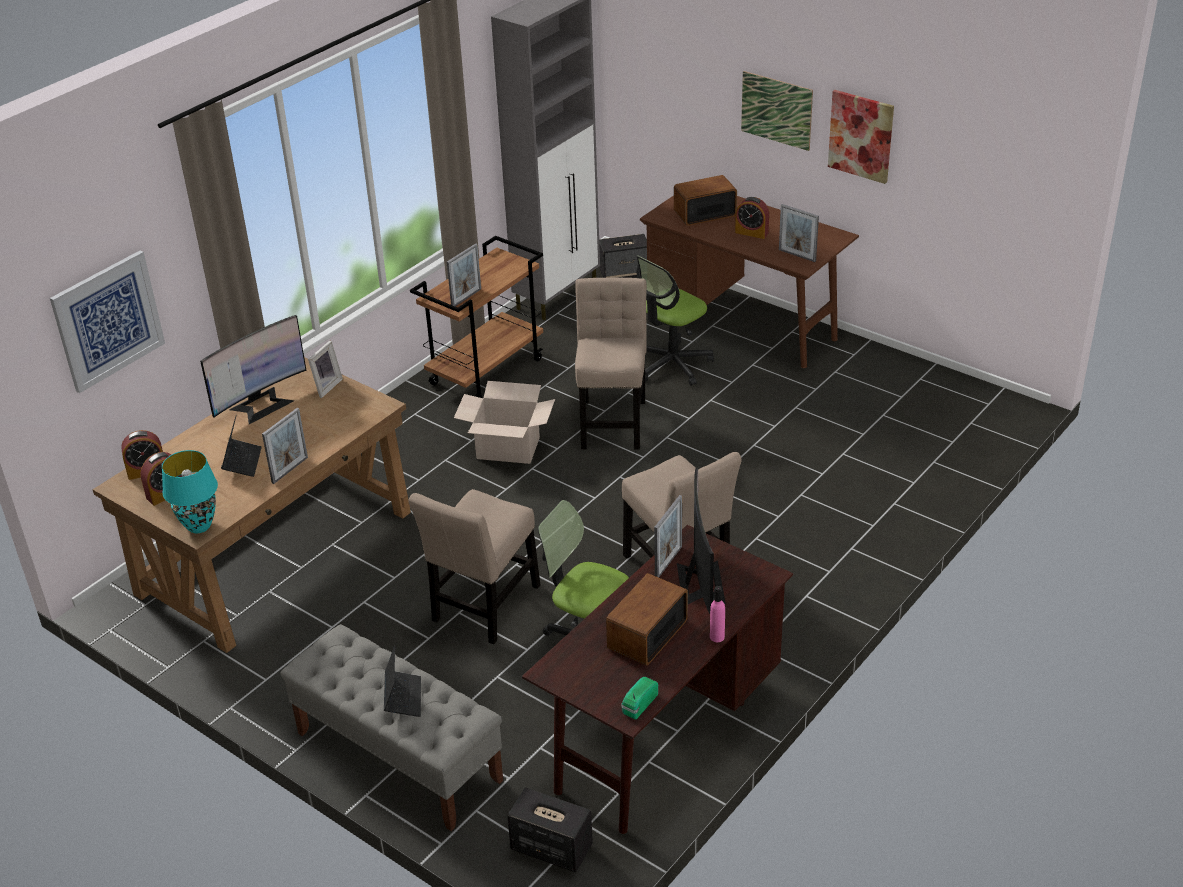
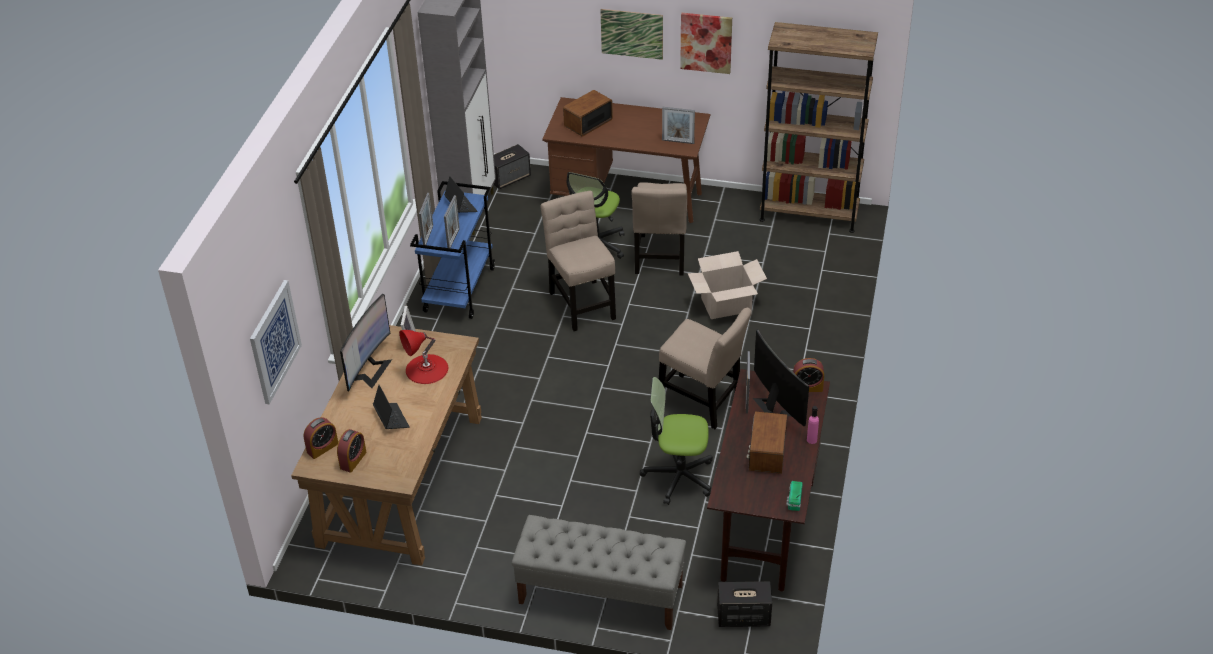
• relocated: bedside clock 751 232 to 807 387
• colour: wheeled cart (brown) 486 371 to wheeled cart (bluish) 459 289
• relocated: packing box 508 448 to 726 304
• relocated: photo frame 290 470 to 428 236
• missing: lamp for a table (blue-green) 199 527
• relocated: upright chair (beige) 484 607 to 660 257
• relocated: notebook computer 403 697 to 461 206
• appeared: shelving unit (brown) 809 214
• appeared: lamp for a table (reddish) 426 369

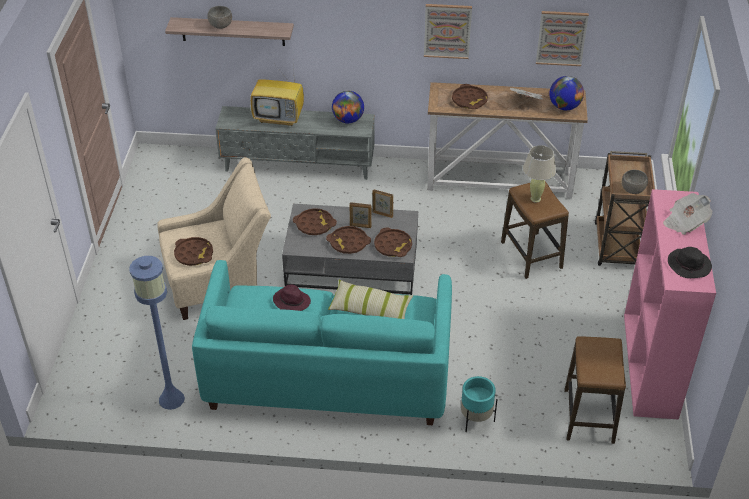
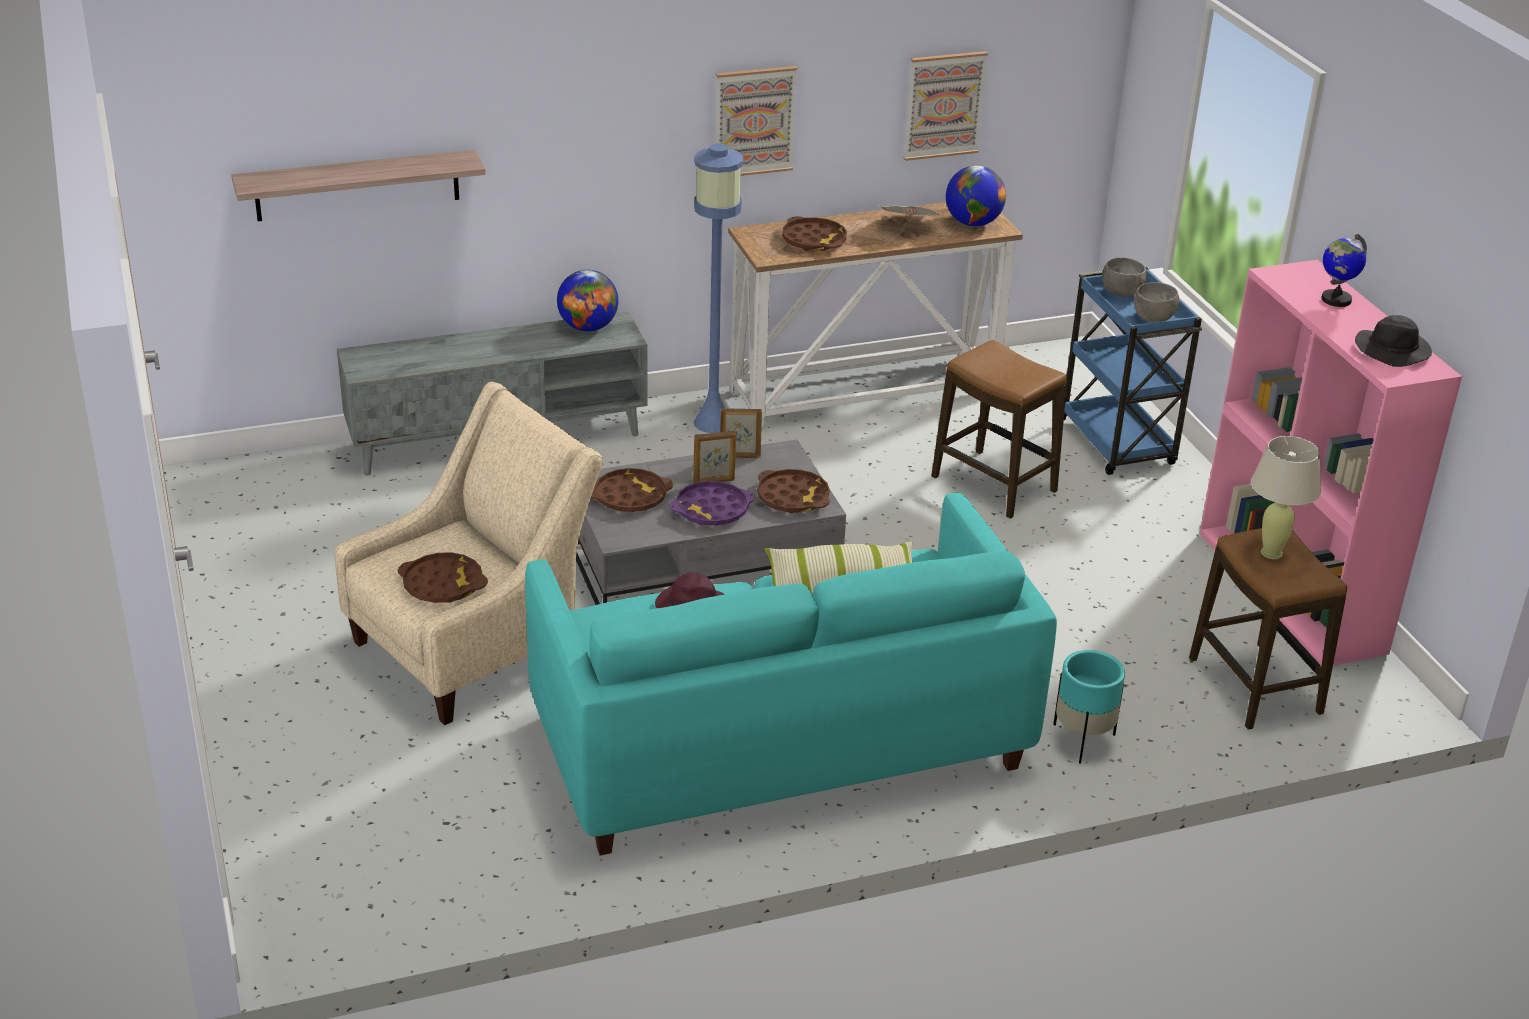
• relocated: bowl (greyish) 220 26 to 1122 293
• missing: TV set 280 118
• relocated: lamp for a table (beige) 535 199 to 1271 552
• colour: wheeled cart (brown) 617 247 to wheeled cart (bluish) 1117 444
• exchanged: newspaper 685 222 to desk globe 1335 300
• colour: carrying tray (brown) 348 243 to carrying tray (purple-coloured) 712 510
• relocated: standard lamp (bluish) 171 399 to 712 423

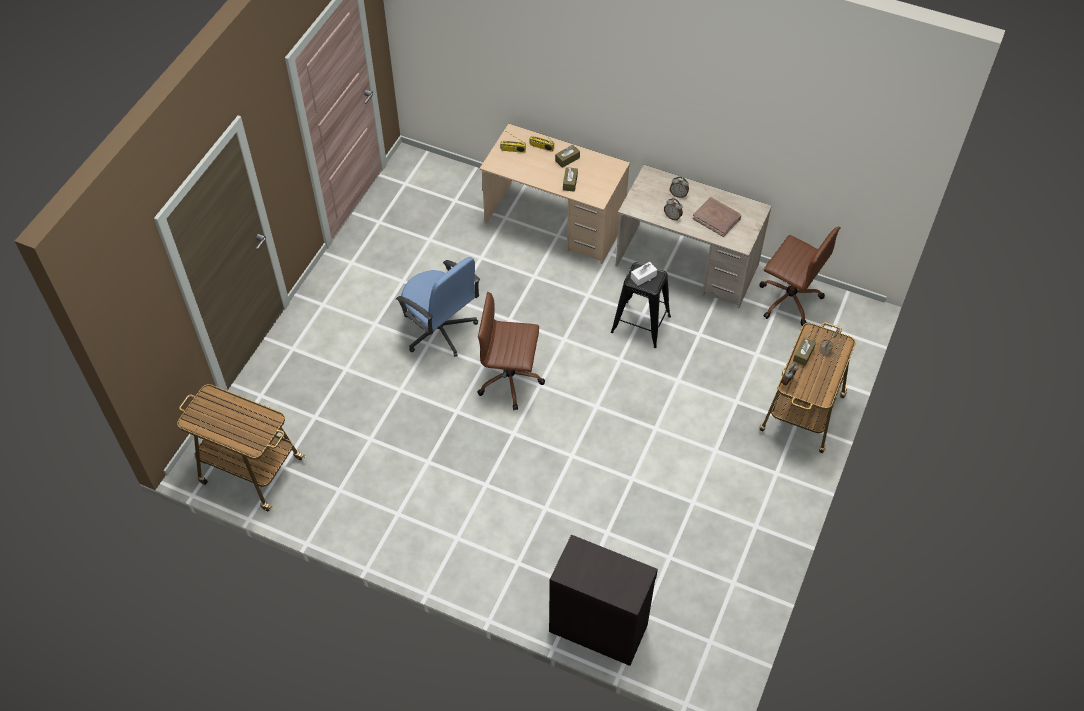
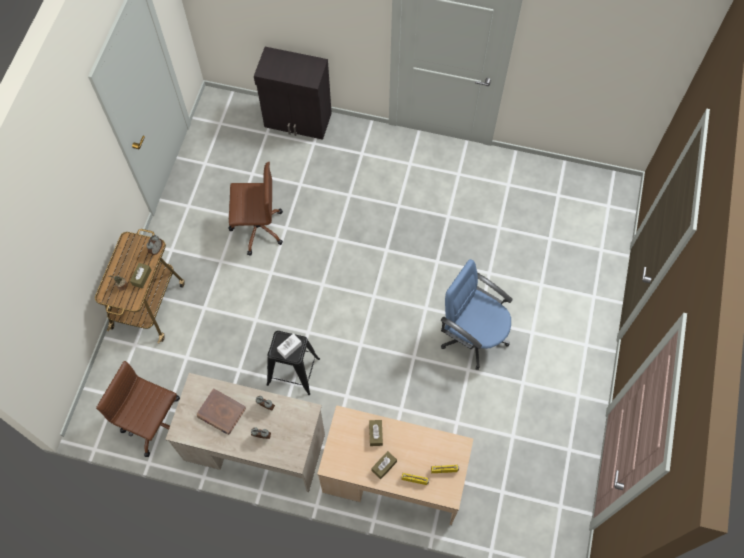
• relocated: desk chair (brown) 511 380 to 257 228
• missing: wheeled cart 249 469

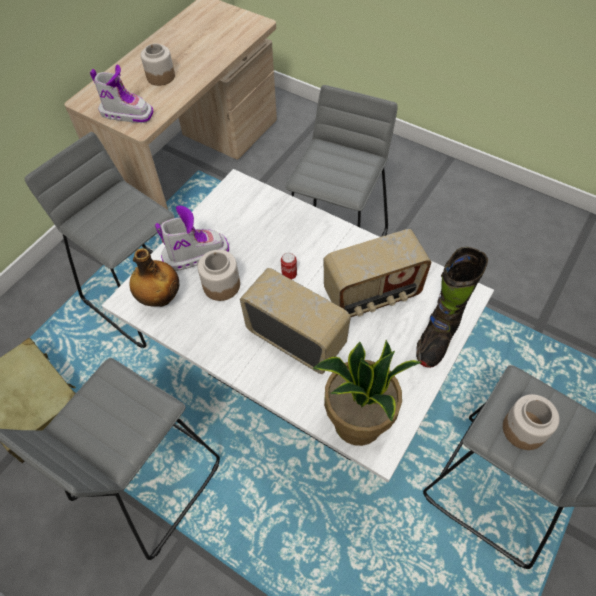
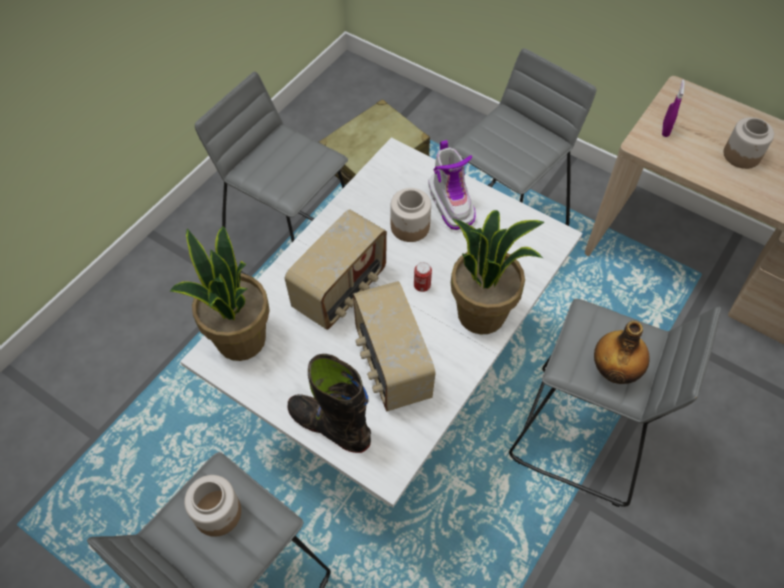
• exchanged: high-top boot 127 113 to spray bottle (purple-coloured) 665 130
• relocated: drink bottle 160 297 to 614 371
• appeared: potted plant 482 313

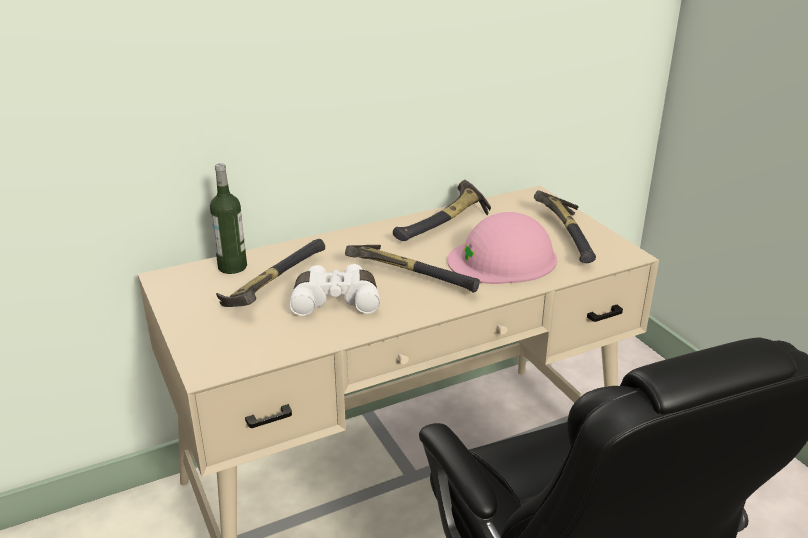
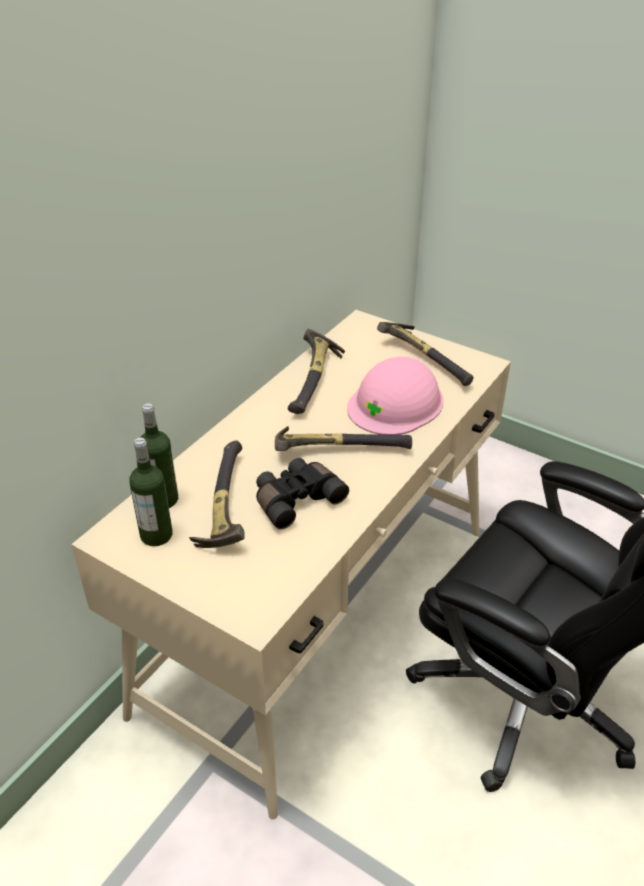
• colour: pair of binoculars (whitish) 336 300 to pair of binoculars (black) 296 499
• appeared: drink bottle 156 535

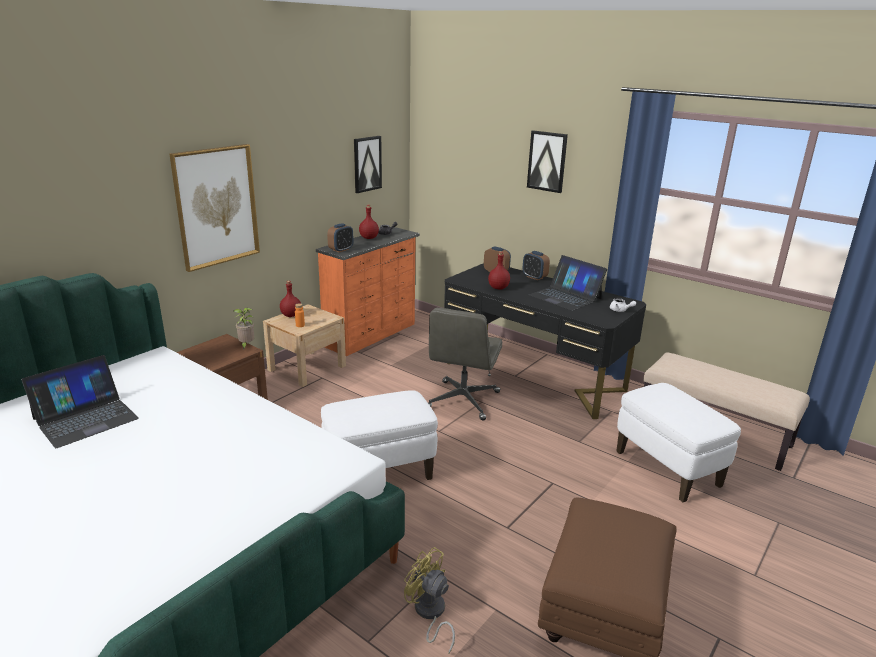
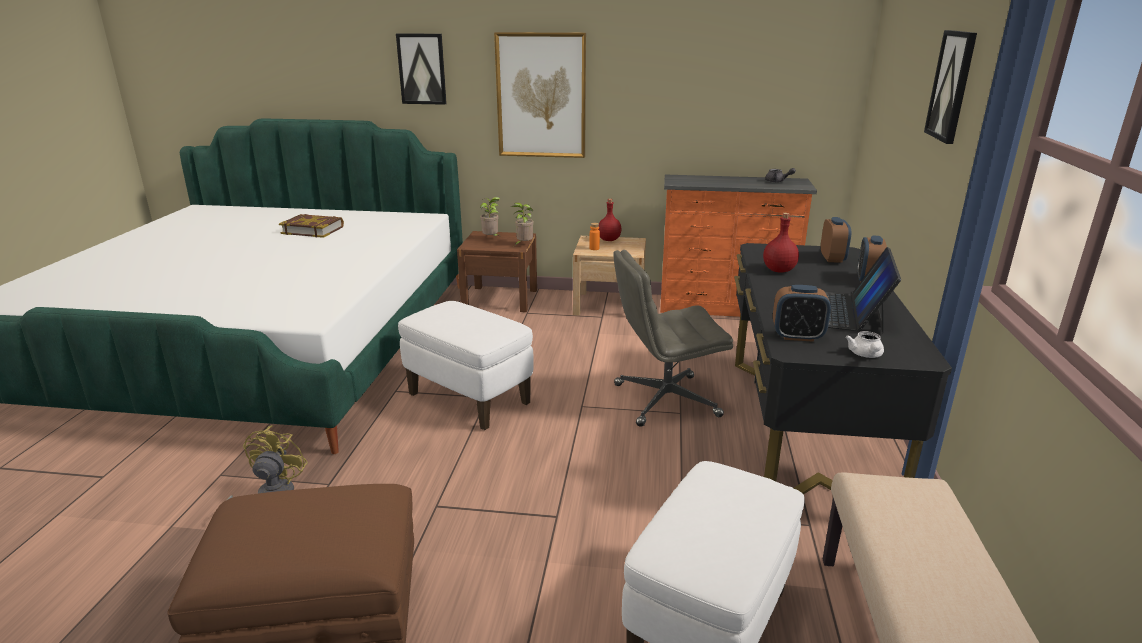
• relocated: picture 367 164 to 422 69
• missing: drink bottle (reddish) 369 238
• relocated: bedside clock 341 250 to 797 336
• exchanged: notebook computer 85 418 to bound book 313 230
• appeared: potted plant 491 238

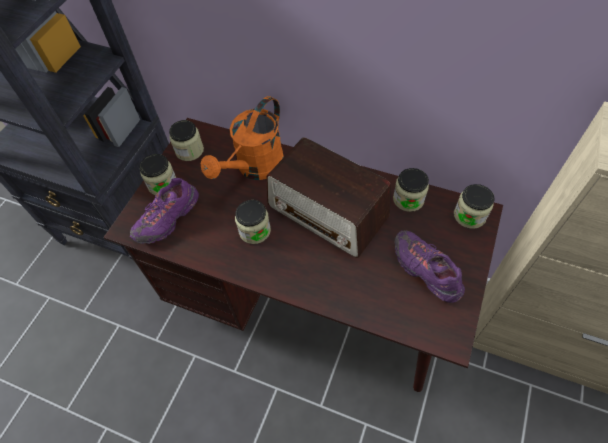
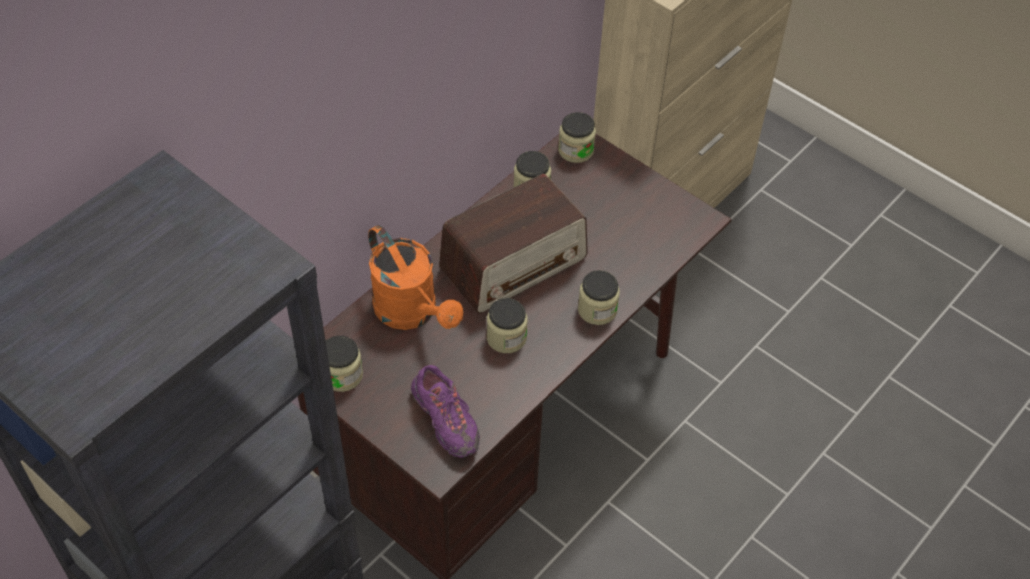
• relocated: storage jar 162 184 to 597 310
• missing: item of footwear (purple-coloured) 425 271

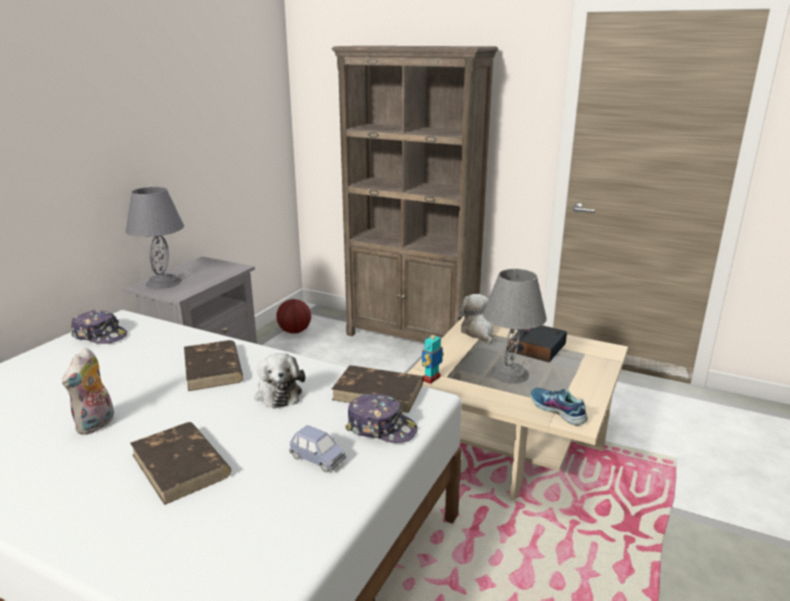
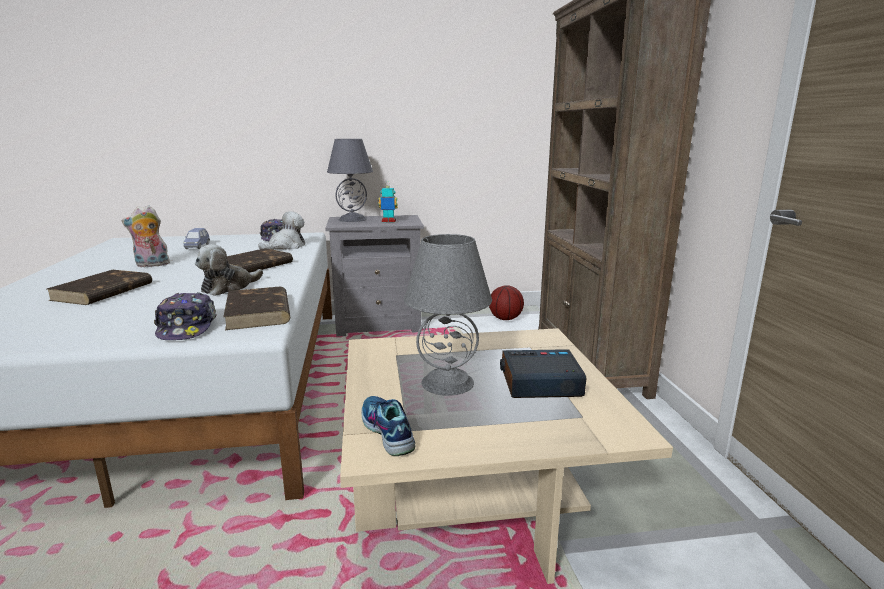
• relocated: cuddly toy 478 332 to 286 246
• relocated: model robot 431 378 to 388 221
• spun: item of footwear 557 411 = 386 432 45 degrees counterclockwise
• relocated: toy car (bluish) 317 459 to 197 246

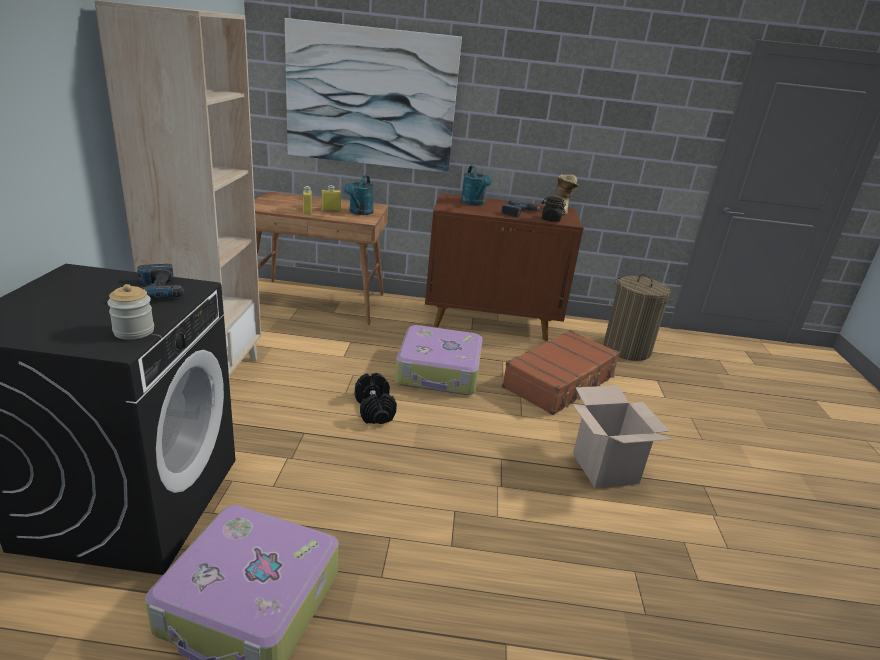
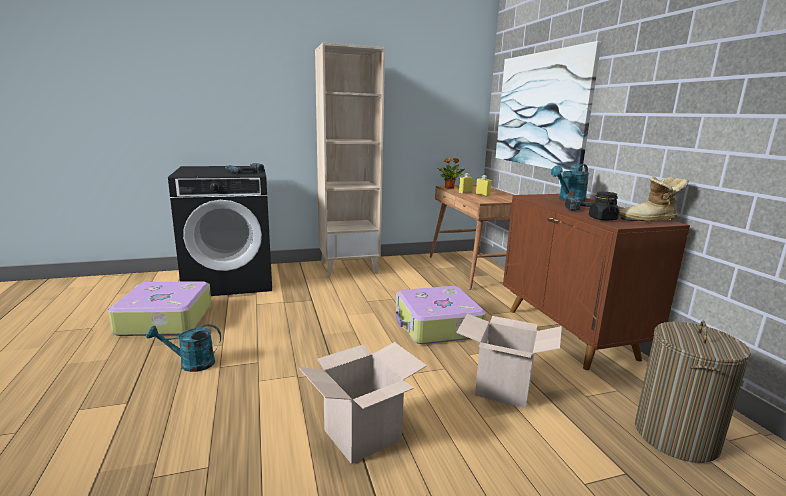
• relocated: watering can (blue-green) 359 212 to 191 364
• missing: storage jar 134 331
• exchanged: travel case (brown) 560 382 to packing box 503 388
• missing: dumbbell (black) 374 409
• appeared: potted plant 449 188

